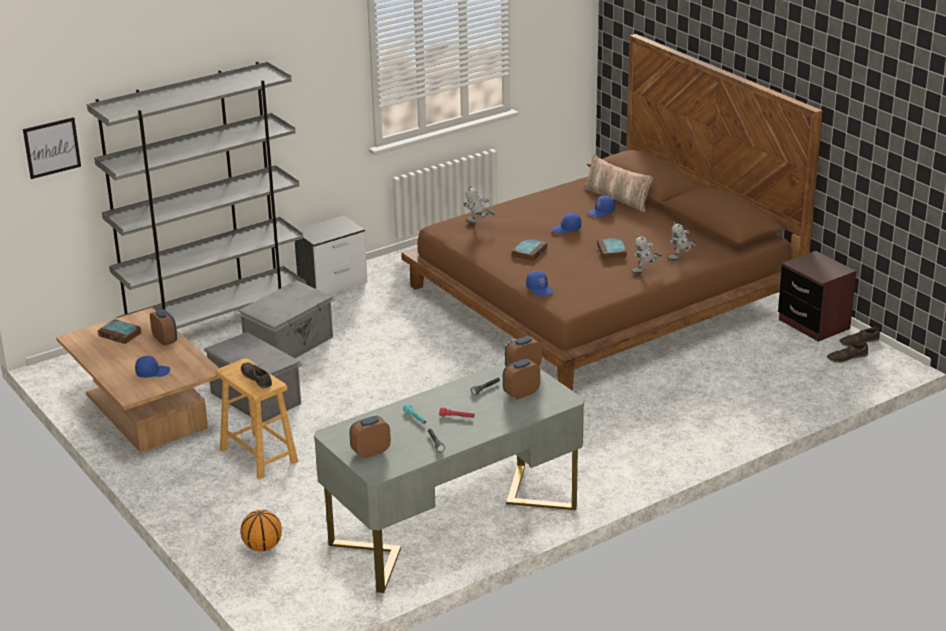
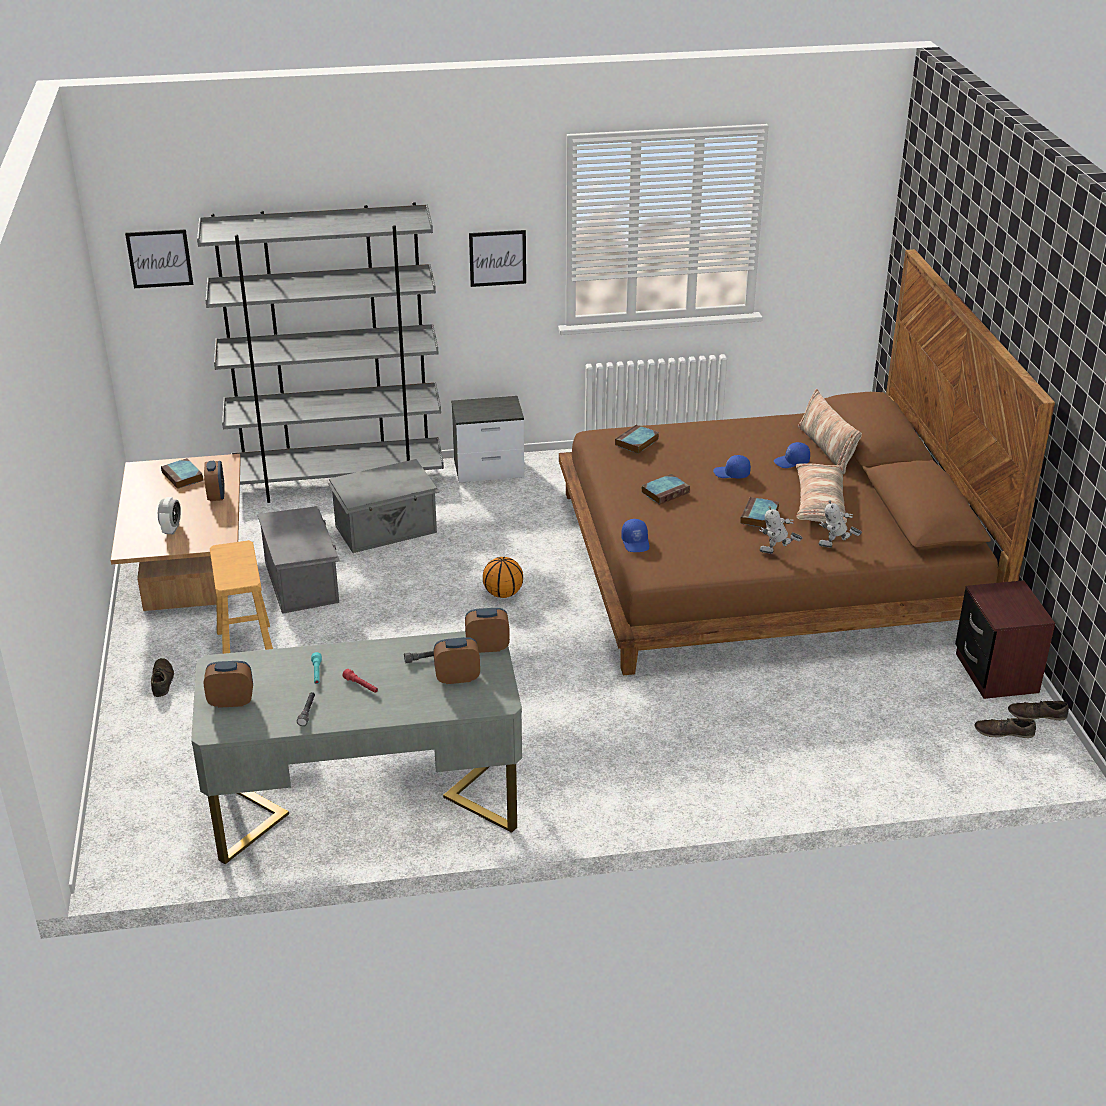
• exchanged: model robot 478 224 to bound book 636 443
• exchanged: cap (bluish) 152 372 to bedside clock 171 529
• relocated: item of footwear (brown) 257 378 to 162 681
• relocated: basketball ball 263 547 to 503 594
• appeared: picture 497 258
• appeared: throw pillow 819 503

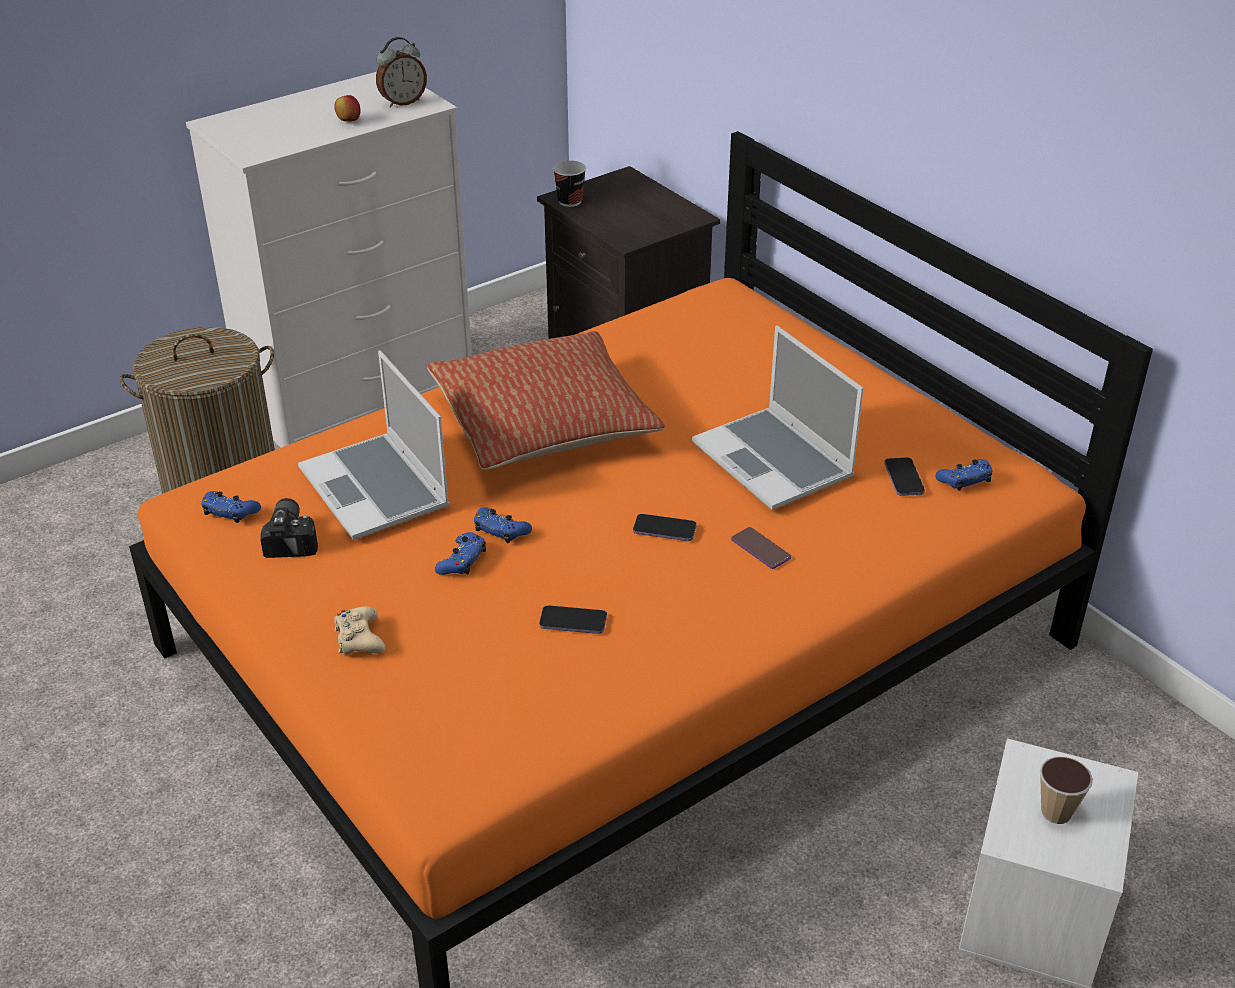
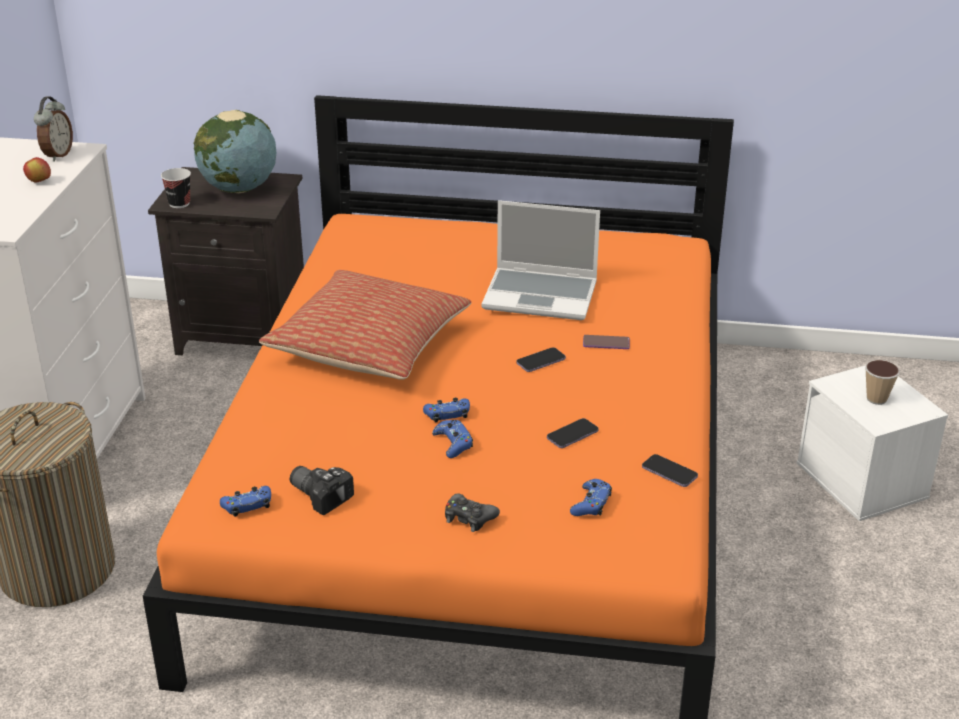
• missing: notebook computer 377 489
• relocated: phone 903 478 to 669 472
• relocated: game controller (bluish) 964 479 to 591 504
• colour: game controller (beige) 359 638 to game controller (black) 469 518
• appeared: desk globe 239 188

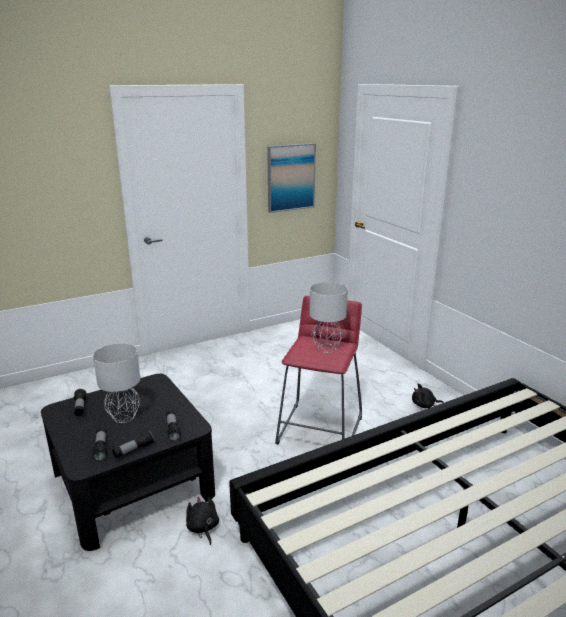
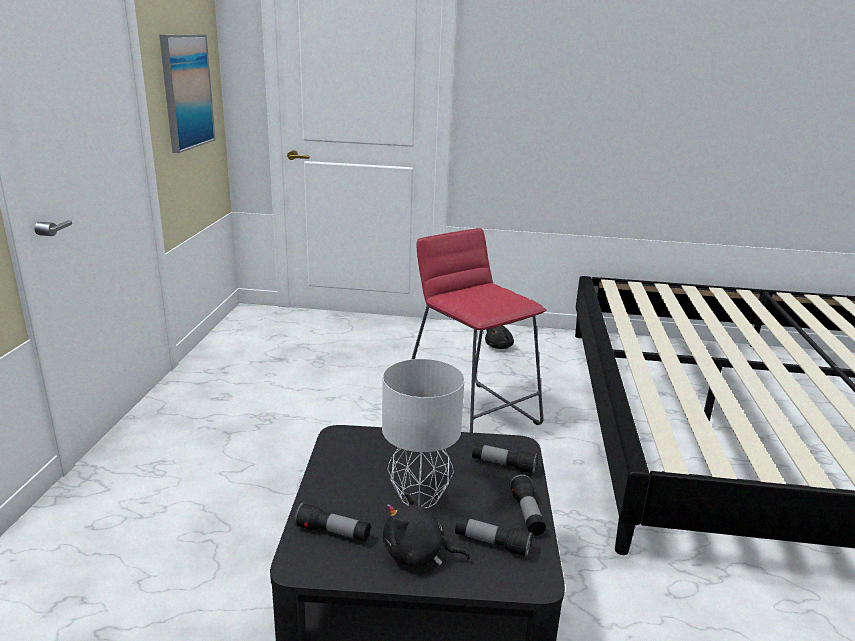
• missing: lamp for a table (greyish) 326 348
• relocated: cuddly toy (black) 203 528 to 418 554

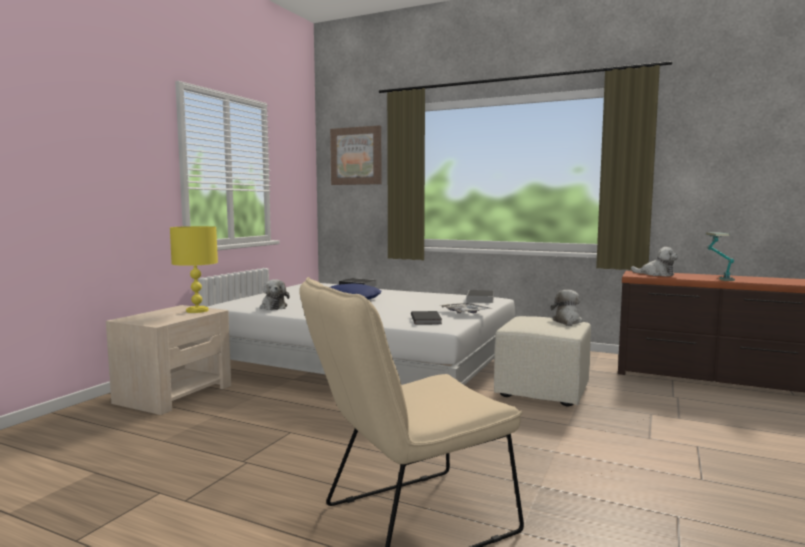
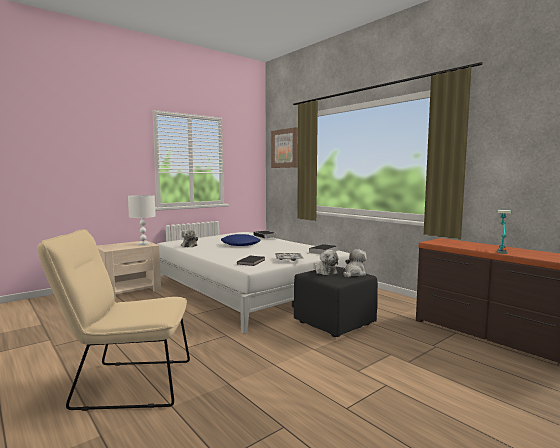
• colour: lamp for a table (yellowish) 196 310 to lamp for a table (whitish) 143 244
• relocated: cuddly toy 656 274 to 324 272
• colour: ottoman (beige) 542 391 to ottoman (black) 334 323

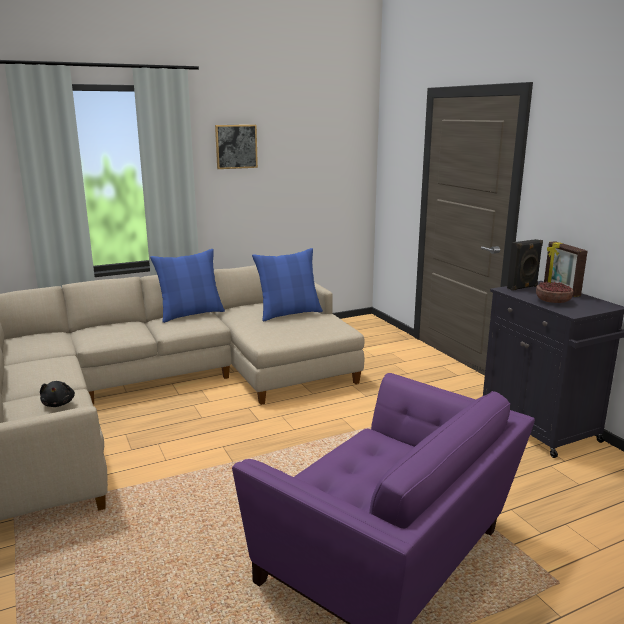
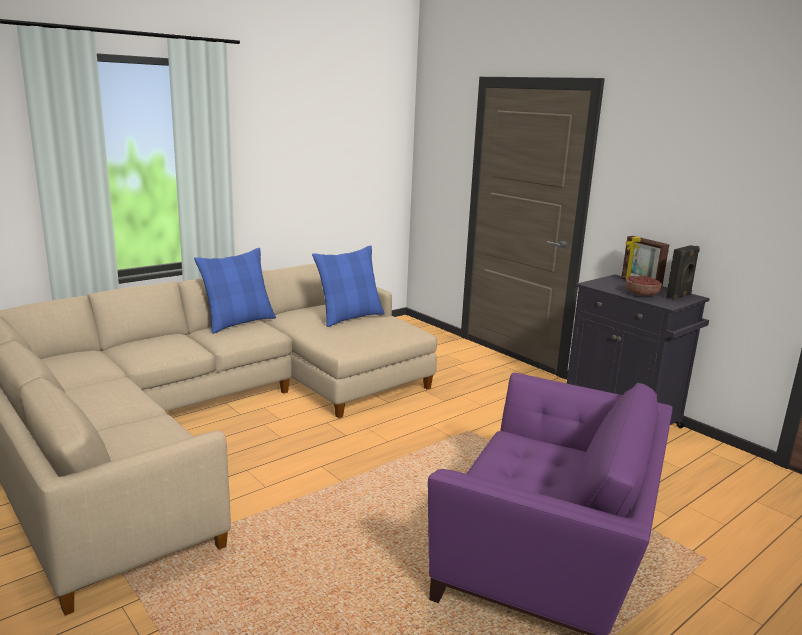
• missing: picture 236 146
• relocated: audio speaker (black) 523 287 to 679 296
• missing: cuddly toy (black) 59 404

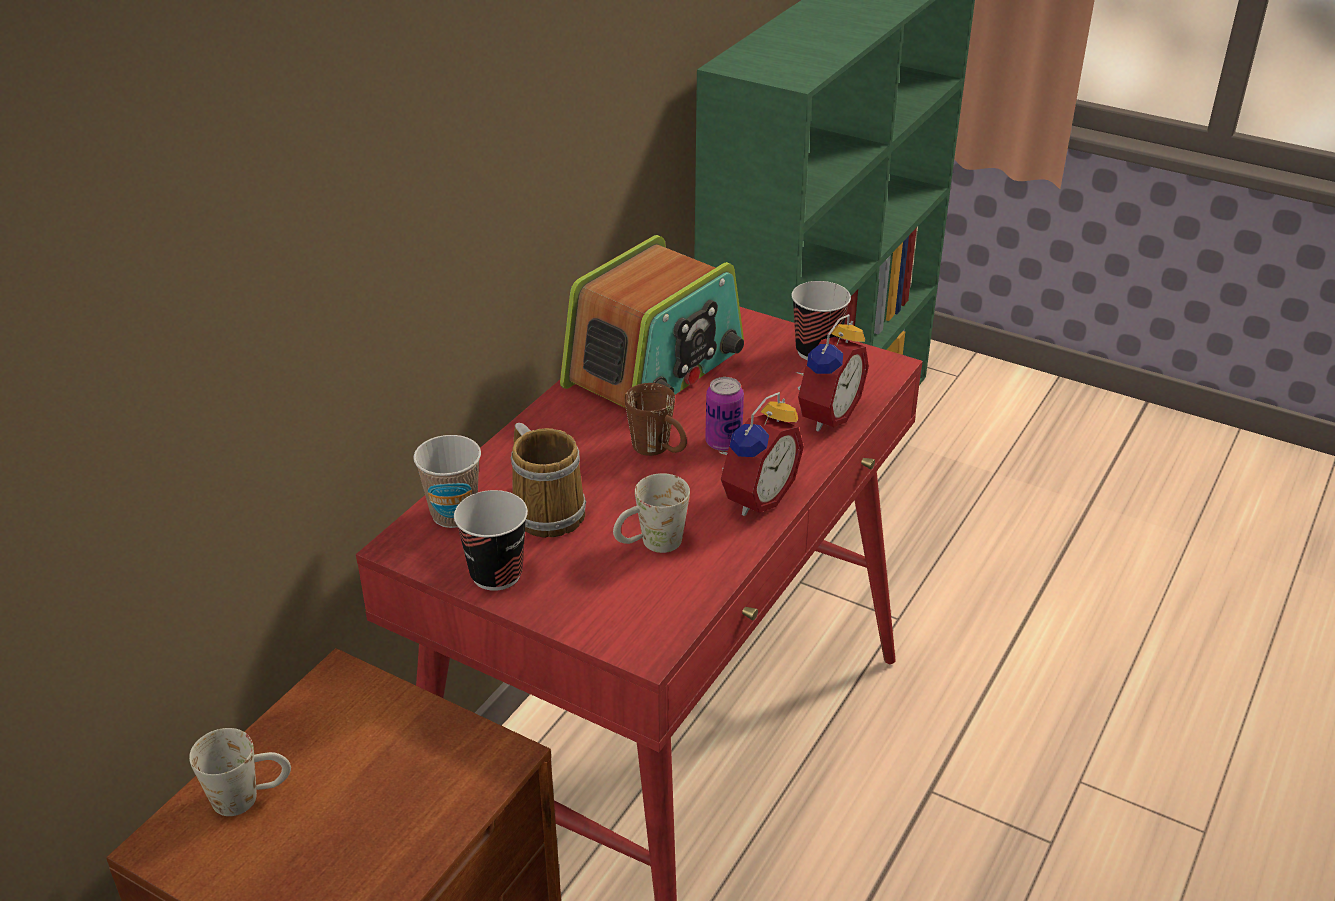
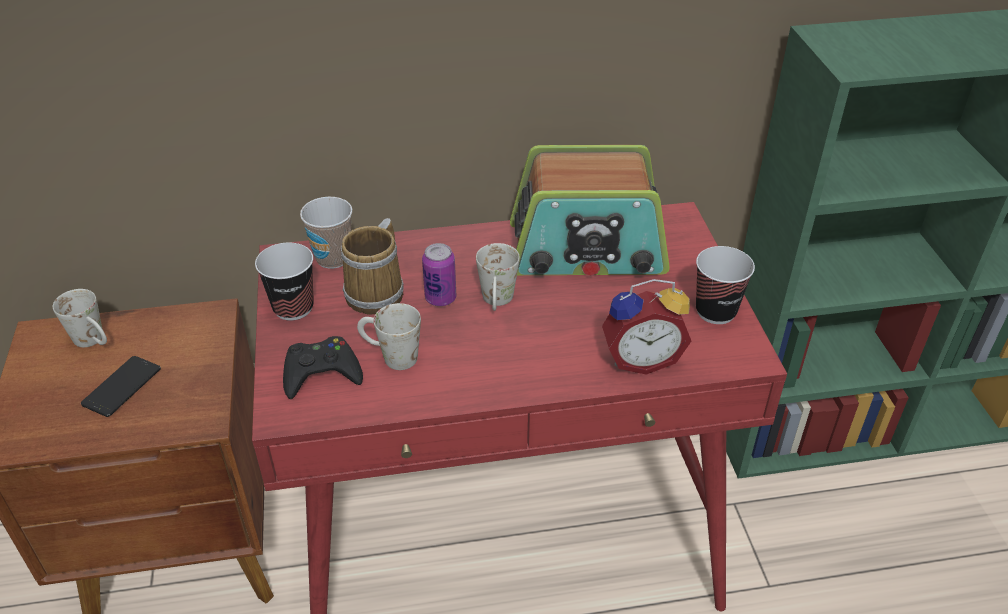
• relocated: metal can 723 443 to 440 298
• colour: mug (brown) 659 450 to mug (whitish) 497 303
• missing: bedside clock 755 497
• appeared: game controller (black) 321 373
• appeared: phone 122 387

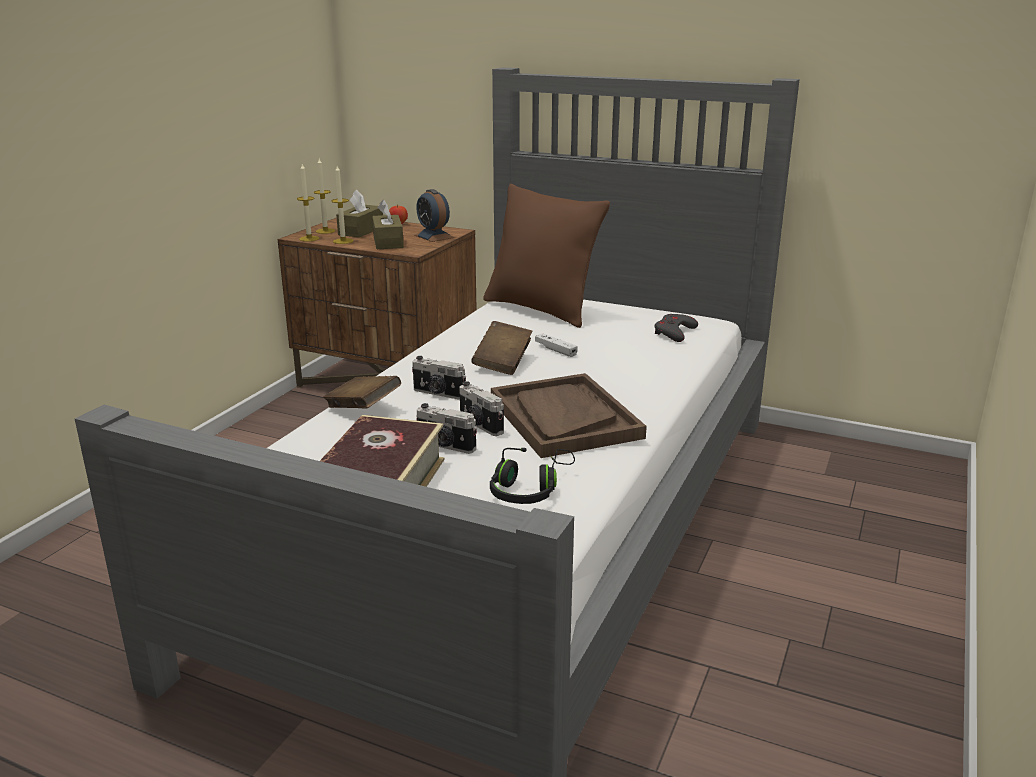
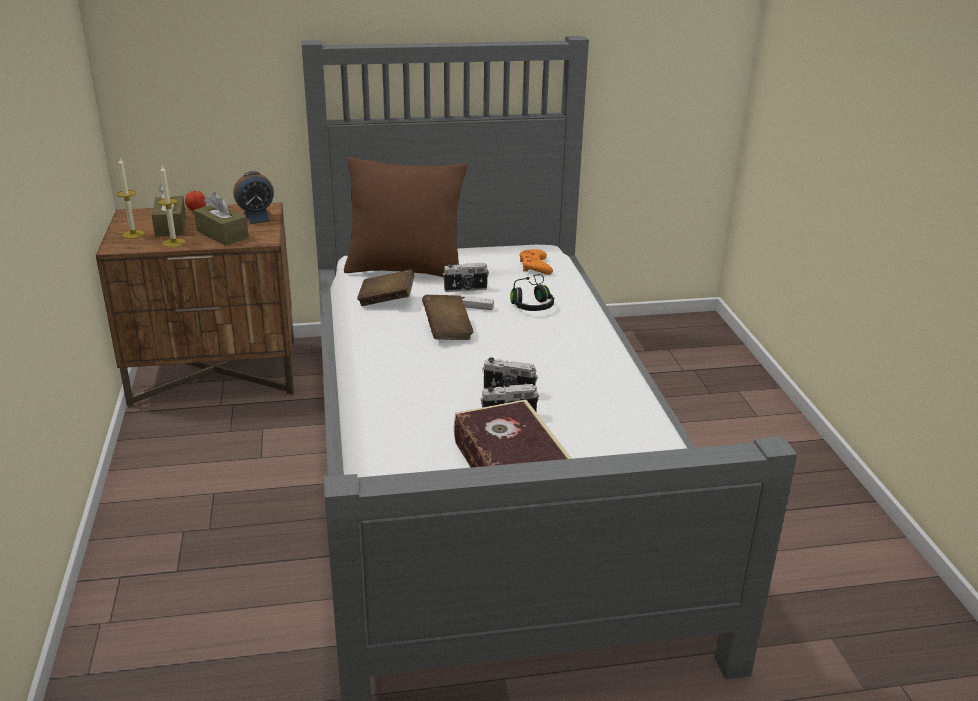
• missing: candle 309 238
• spun: bedside clock 434 236 = 256 218 45 degrees counterclockwise
• colour: game controller (greyish) 674 332 to game controller (orange) 535 266
• relocated: photo camera 438 393 to 466 289
• missing: carrying tray (brown) 564 418
• relocated: bound book (brown) 363 409 to 386 300
• relocated: pair of headphones (black) 530 489 to 532 303

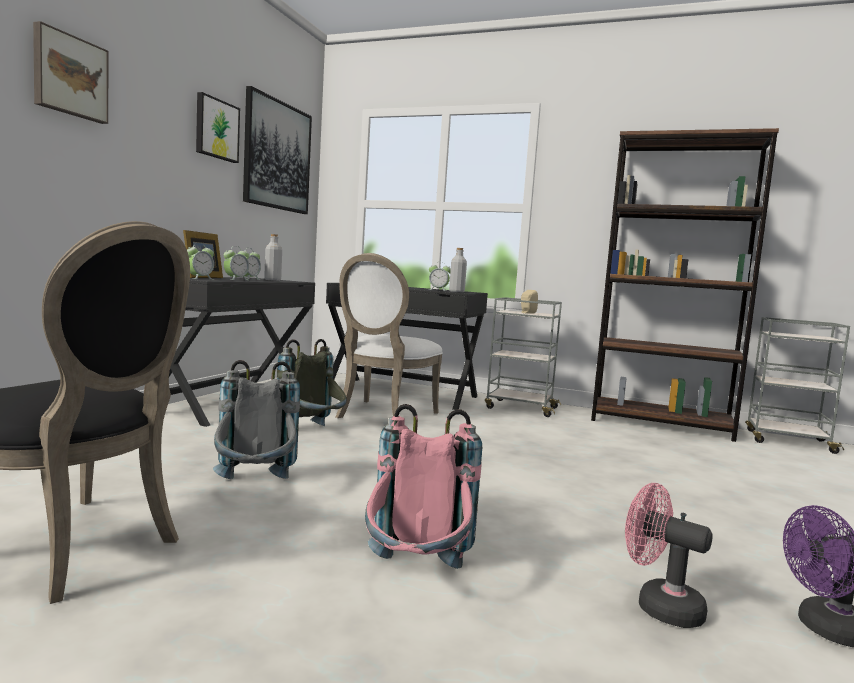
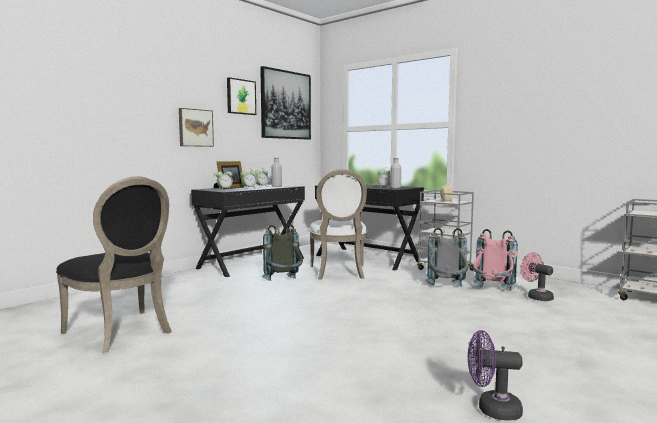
• relocated: picture 69 76 to 195 128
• missing: shelving unit (brown) 660 424
• spun: upright chair (whitish) 382 415 = 339 273 45 degrees counterclockwise
• relocated: rucksack (greyish) 254 487 to 447 289
• relocated: rucksack (pink) 415 578 to 492 292
• relocated: electric fan (pink) 659 606 to 536 297

